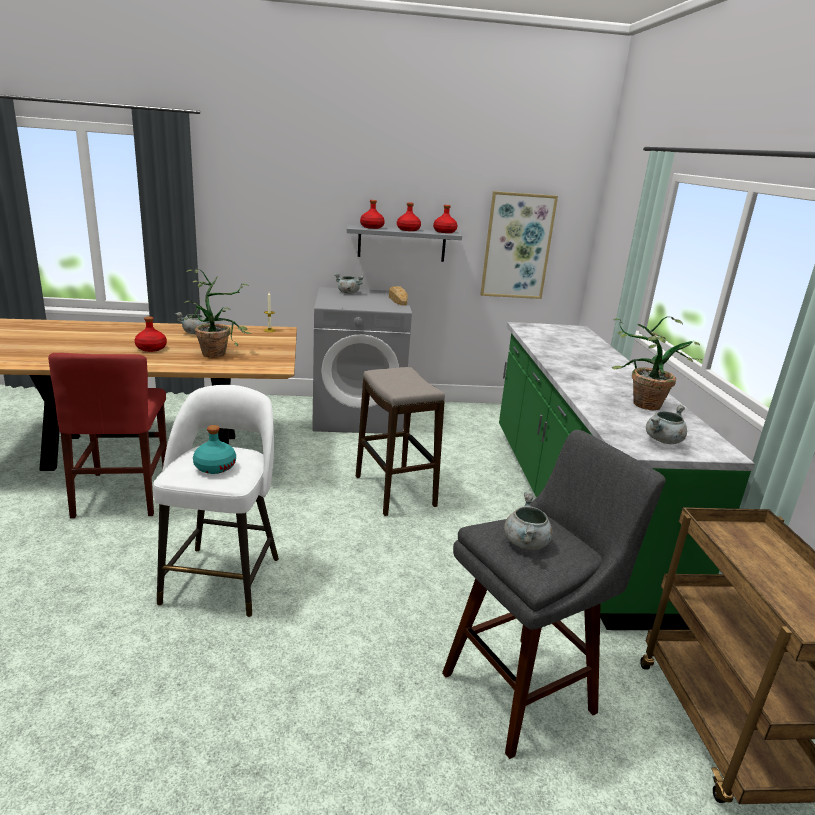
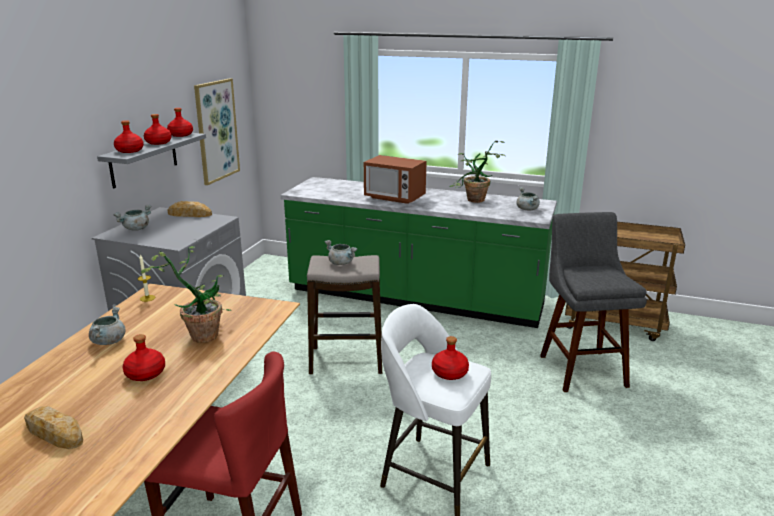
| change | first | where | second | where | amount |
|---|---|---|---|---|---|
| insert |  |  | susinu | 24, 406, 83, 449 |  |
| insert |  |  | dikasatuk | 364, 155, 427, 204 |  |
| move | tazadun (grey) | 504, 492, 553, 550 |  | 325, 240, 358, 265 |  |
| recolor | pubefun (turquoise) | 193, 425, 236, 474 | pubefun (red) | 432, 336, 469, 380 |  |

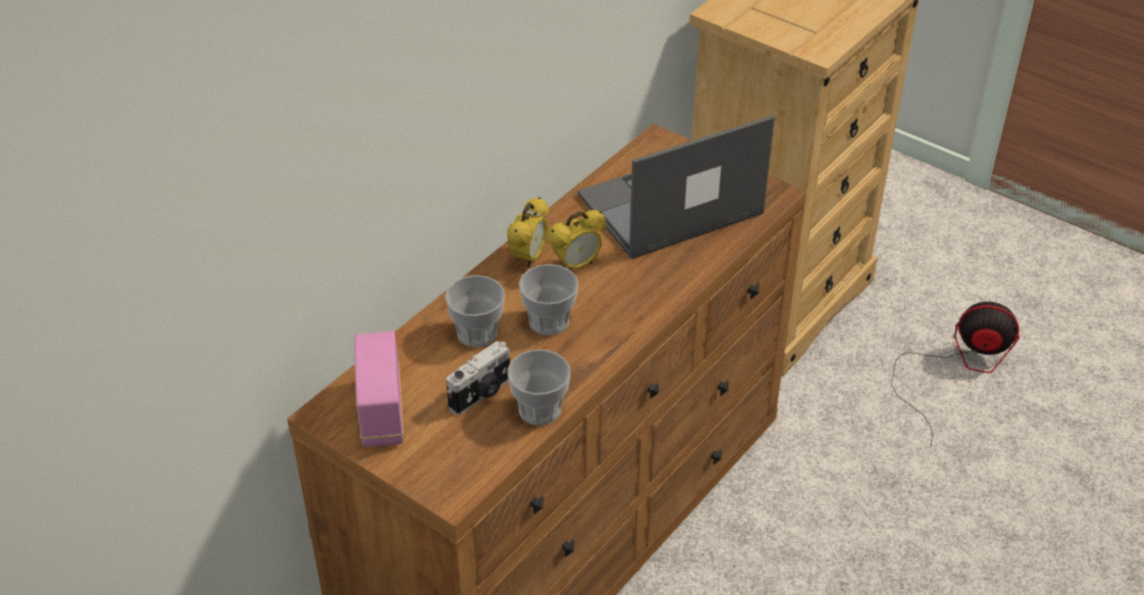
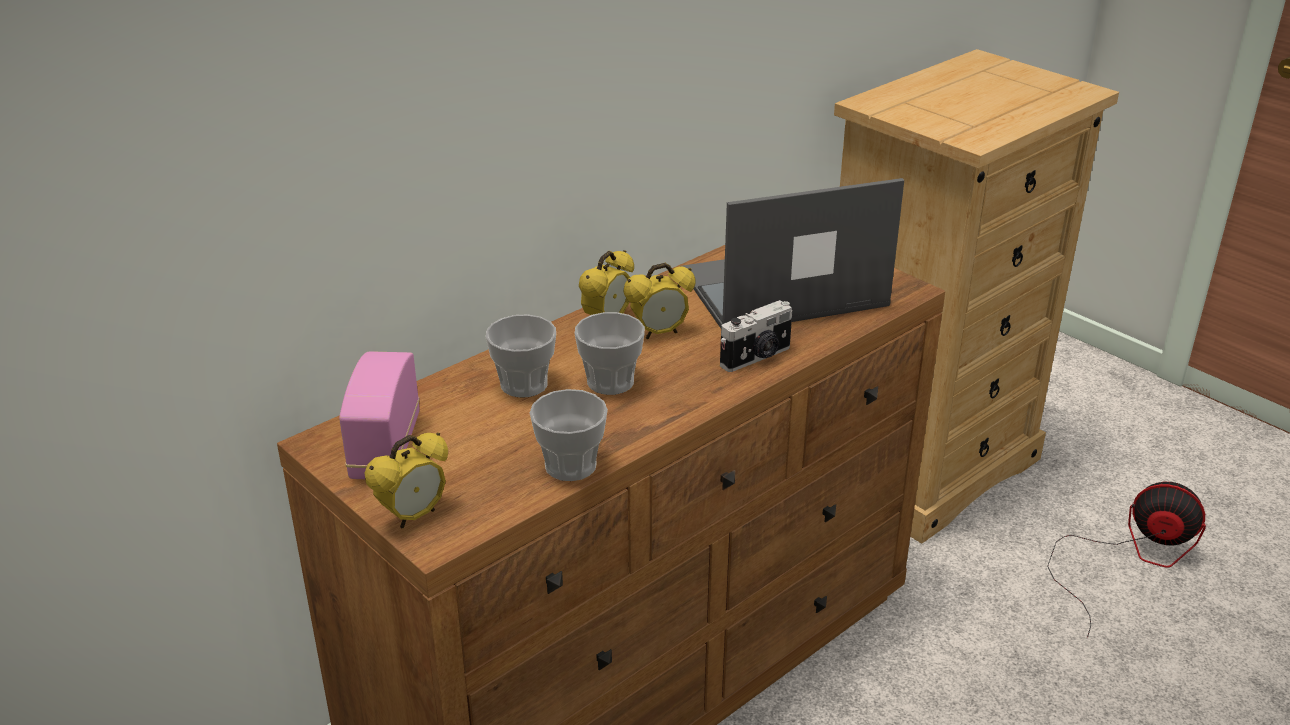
| change | first | where | second | where | amount |
|---|---|---|---|---|---|
| insert |  |  | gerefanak | 365, 432, 448, 529 |  |
| move | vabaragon | 446, 341, 510, 415 |  | 720, 300, 792, 372 |  |

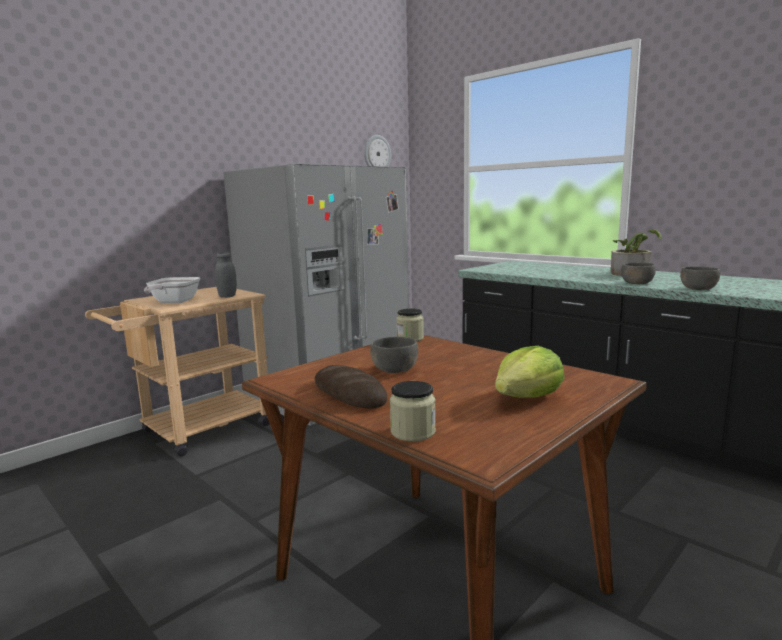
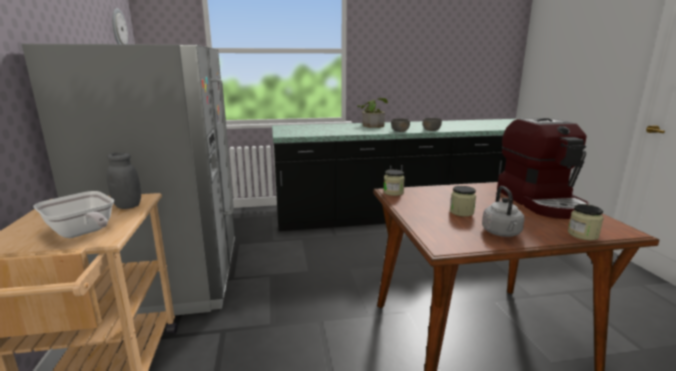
| change | first | where | second | where | amount |
|---|---|---|---|---|---|
| replace | susinu | 315, 365, 387, 409 | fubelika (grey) | 482, 186, 524, 237 |  |
| replace | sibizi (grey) | 370, 337, 418, 373 | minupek | 450, 186, 476, 217 |  |
| replace | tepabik | 495, 346, 564, 398 | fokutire | 497, 118, 588, 219 |  |

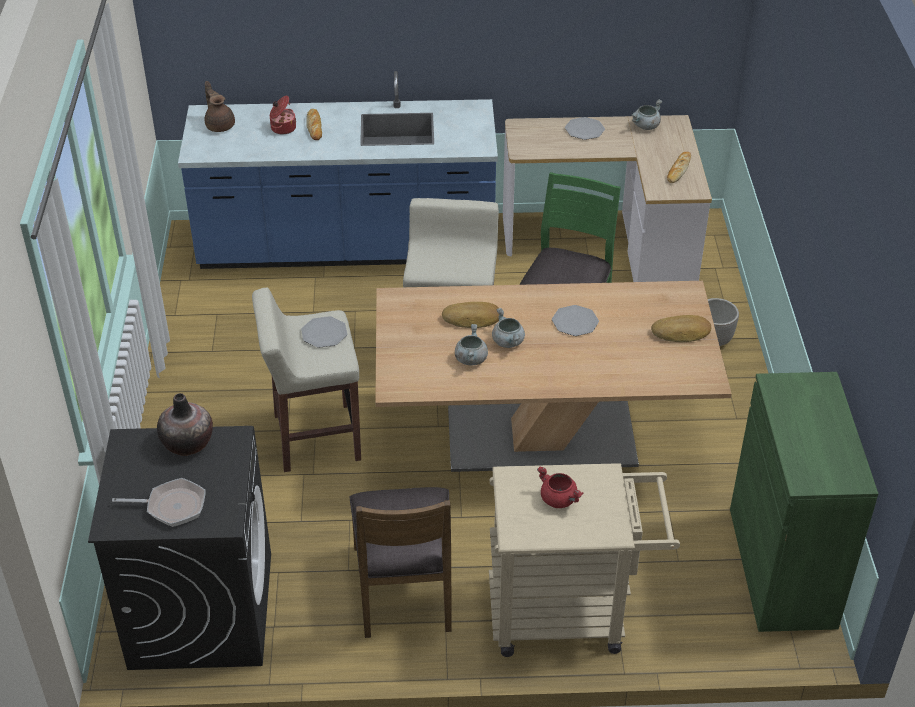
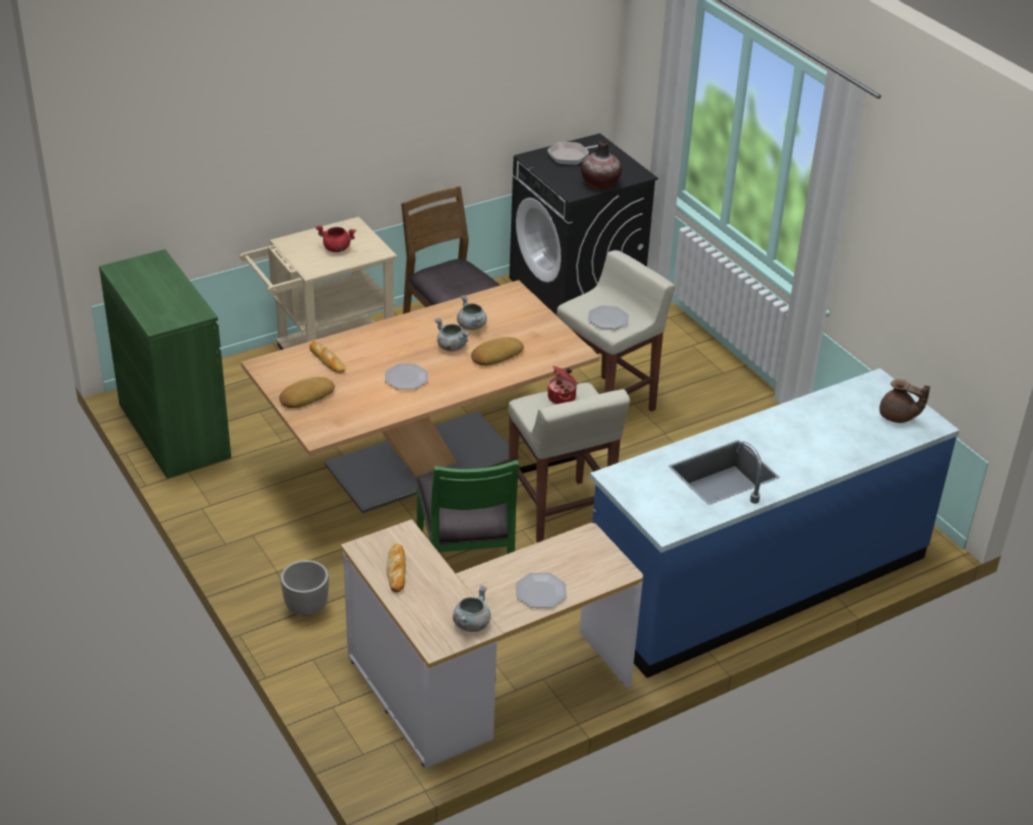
| change | first | where | second | where | amount |
|---|---|---|---|---|---|
| move | tazadun | 270, 96, 296, 134 |  | 547, 366, 578, 404 |  |
| move | susinu | 306, 109, 322, 140 |  | 309, 341, 345, 373 |  |

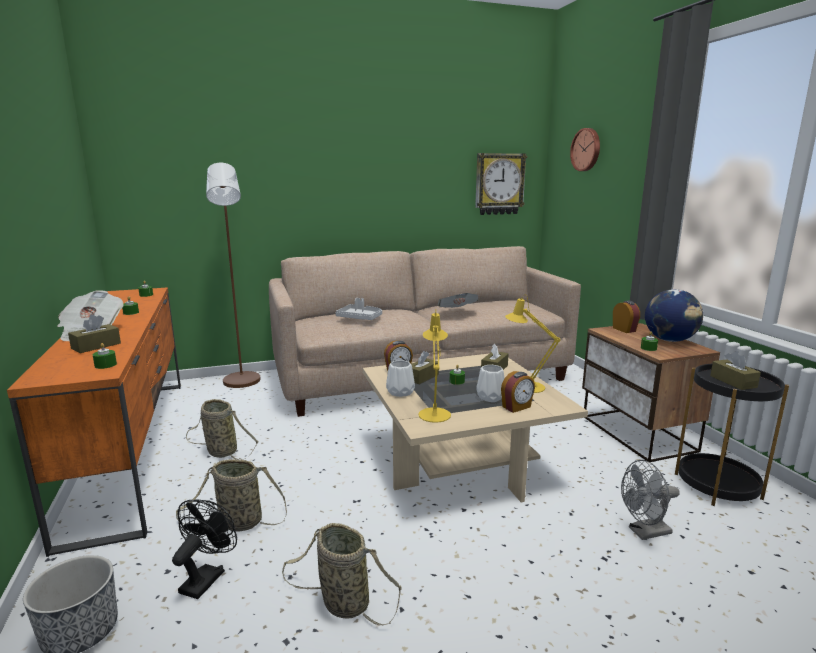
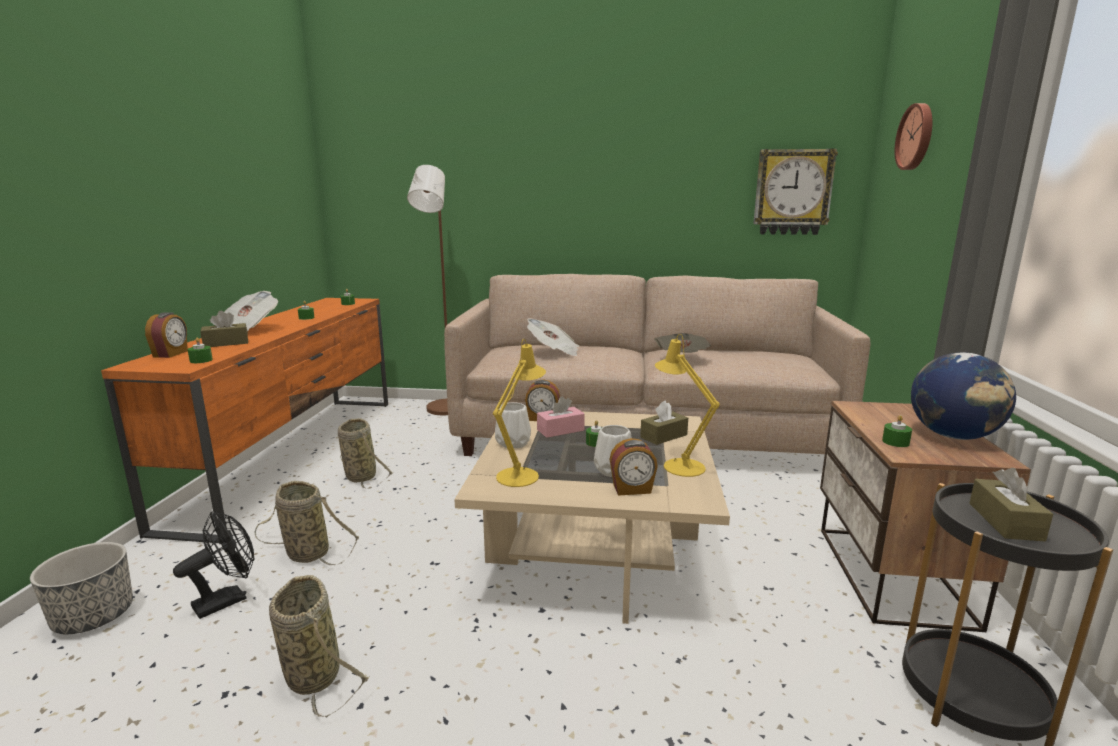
| change | first | where | second | where | amount |
|---|---|---|---|---|---|
| delete | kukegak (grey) | 621, 460, 680, 540 |  |  |  |
| move | gerefanak | 613, 301, 640, 333 |  | 145, 312, 188, 358 |  |
| replace | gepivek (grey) | 335, 298, 382, 320 | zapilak | 527, 318, 579, 356 |  |
| recolor | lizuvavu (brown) | 411, 351, 439, 384 | lizuvavu (pink) | 537, 396, 585, 438 |  |

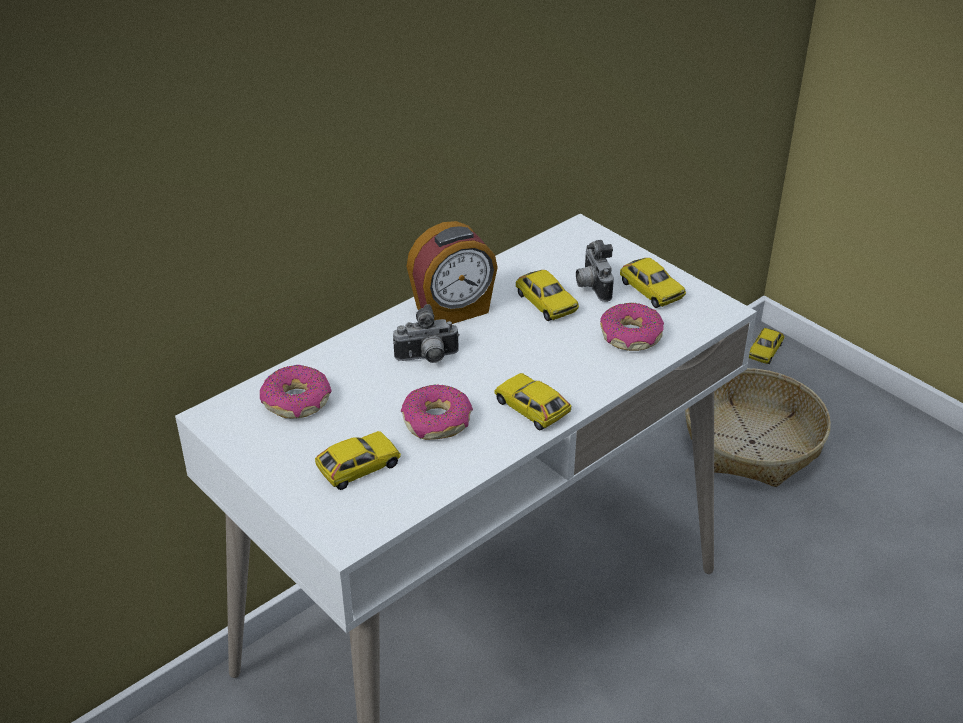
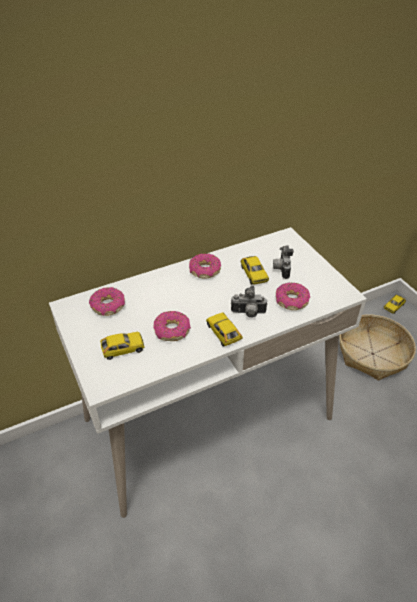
| change | first | where | second | where | amount |
|---|---|---|---|---|---|
| delete | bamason | 620, 258, 686, 308 |  |  |  |
| move | vabaragon | 393, 304, 459, 363 |  | 231, 286, 268, 318 |  |
| replace | gerefanak | 406, 221, 498, 324 | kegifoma | 189, 253, 221, 279 |  |

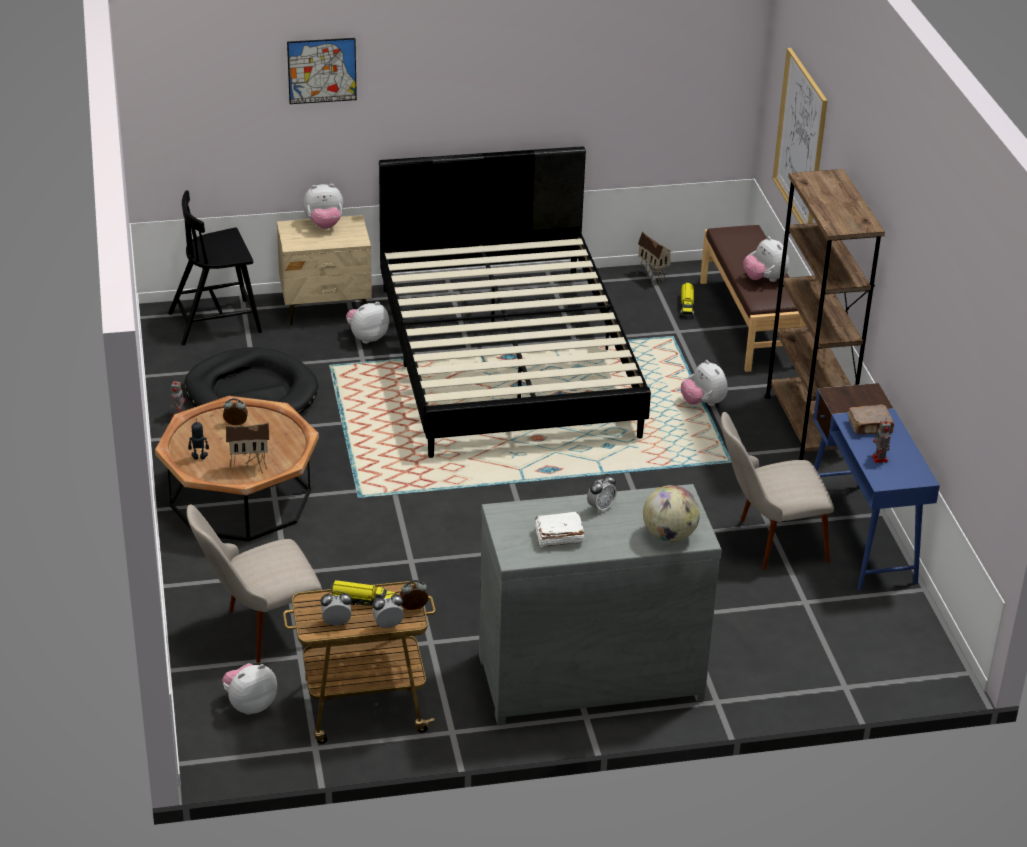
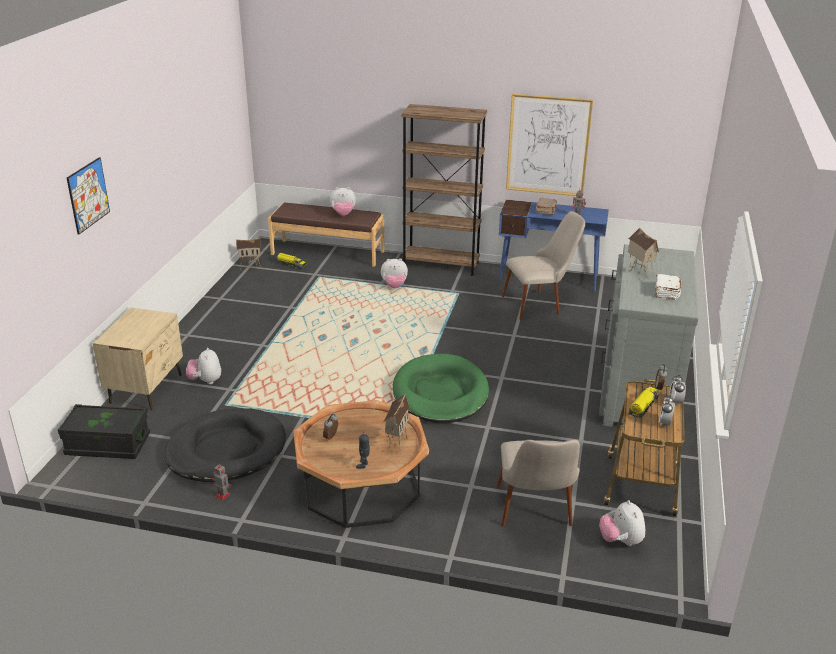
| change | first | where | second | where | amount |
|---|---|---|---|---|---|
| delete | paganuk | 303, 184, 343, 229 |  |  |  |
| delete | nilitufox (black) | 379, 146, 651, 458 |  |  |  |
| delete | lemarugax | 643, 485, 700, 542 |  |  |  |
| insert |  |  | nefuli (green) | 393, 354, 489, 423 |  |
| move | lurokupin | 772, 48, 828, 224 |  | 506, 94, 593, 197 |  |
| replace | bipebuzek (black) | 168, 190, 262, 345 | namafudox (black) | 58, 404, 150, 459 |  |
| replace | gerefanak | 587, 474, 617, 514 | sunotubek | 628, 228, 659, 280 |  |
| rotate | bipebuzek (beige) | 721, 412, 834, 570 |  | 502, 211, 585, 320 | 120 degrees counterclockwise |

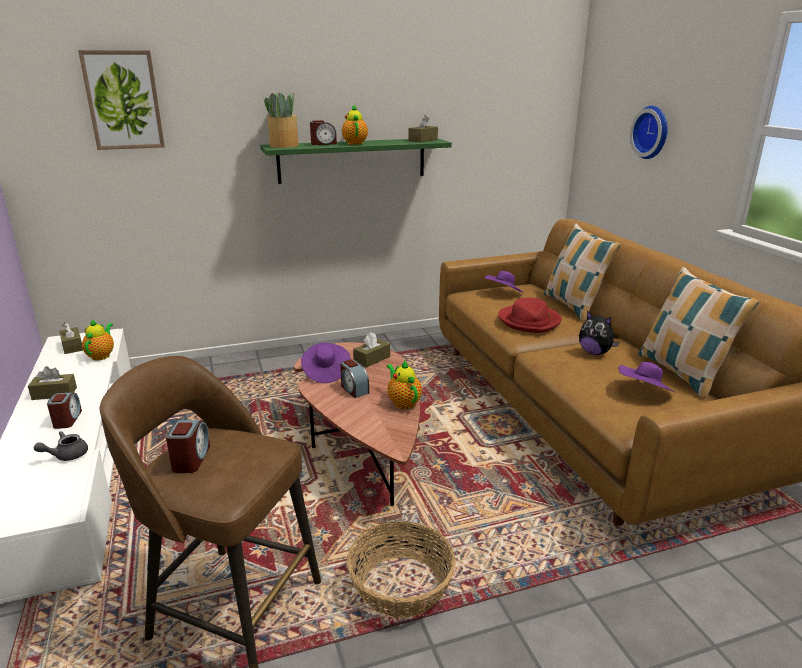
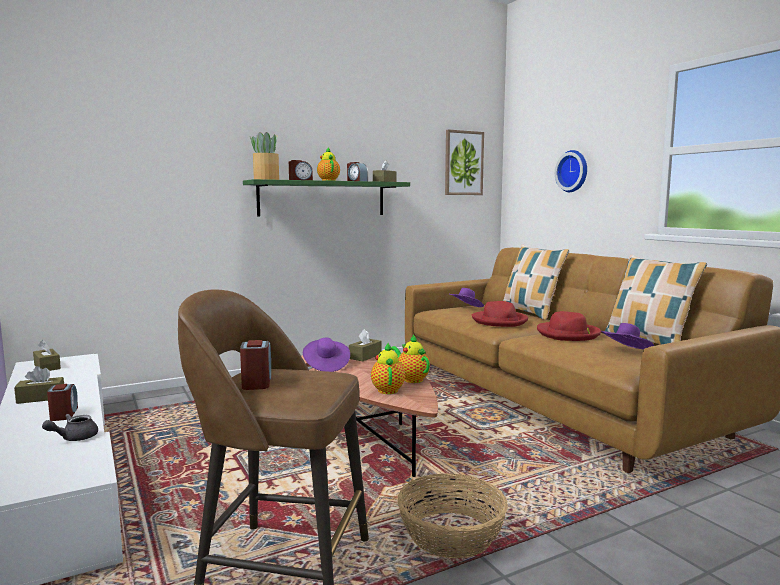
| change | first | where | second | where | amount |
|---|---|---|---|---|---|
| move | lurokupin | 78, 50, 165, 150 |  | 445, 130, 484, 195 |  |
| move | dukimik | 82, 320, 114, 361 |  | 371, 343, 405, 394 |  |
| move | gerefanak | 340, 359, 369, 398 |  | 347, 162, 368, 181 |  |
| replace | paganuk | 579, 310, 620, 355 | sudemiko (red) | 537, 311, 601, 341 |  |

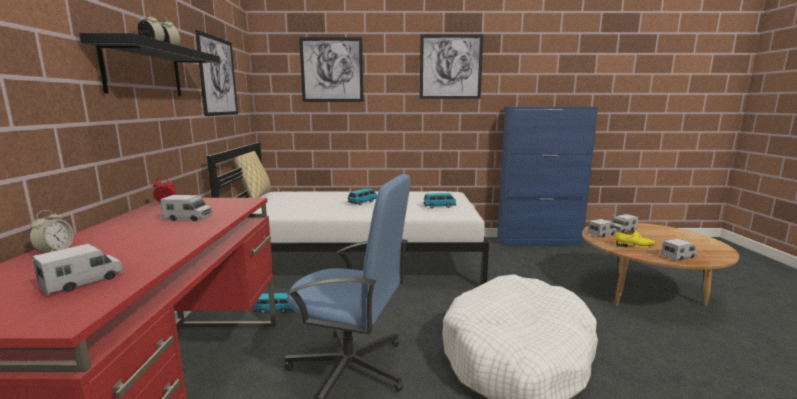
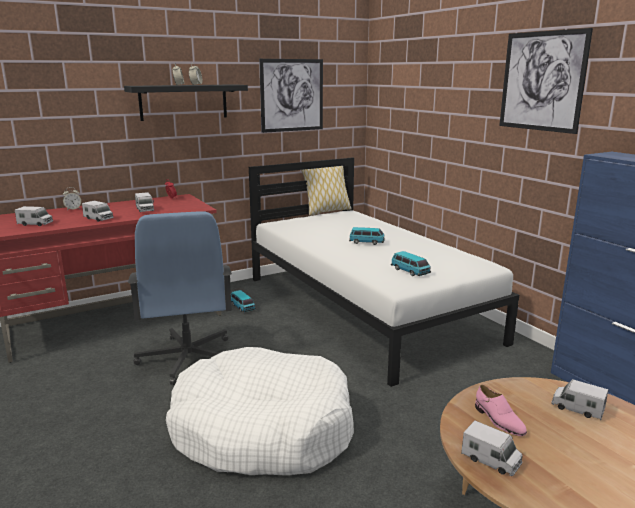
| change | first | where | second | where | amount |
|---|---|---|---|---|---|
| delete | lurokupin | 299, 37, 364, 102 |  |  |  |
| move | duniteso | 588, 219, 616, 237 |  | 82, 201, 113, 222 |  |
| recolor | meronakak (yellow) | 616, 230, 655, 247 | meronakak (pink) | 475, 385, 527, 436 |  |

